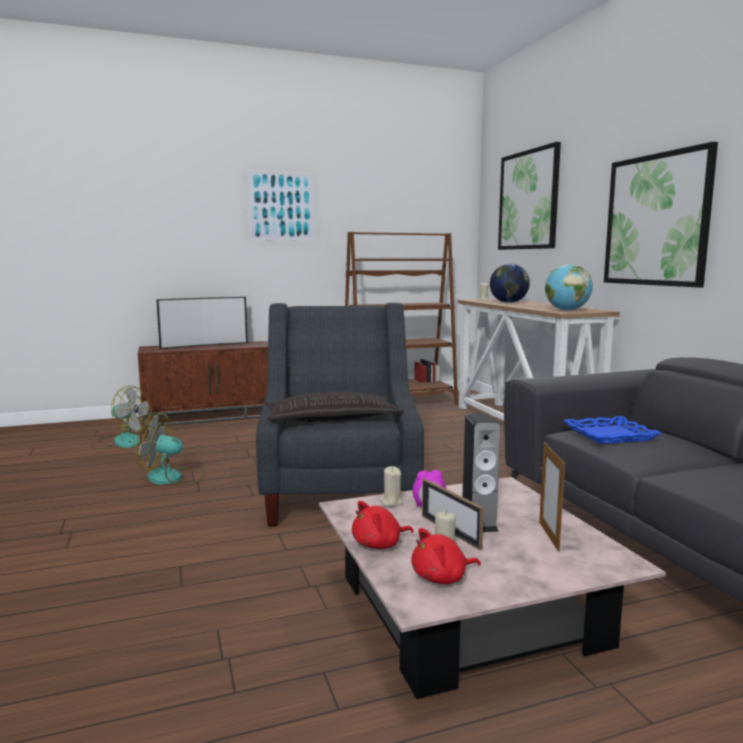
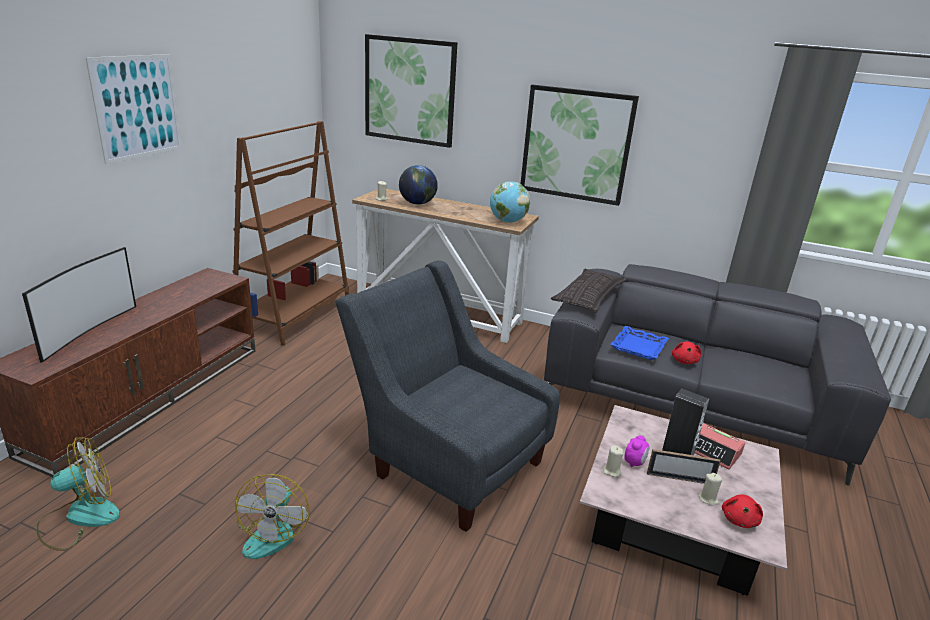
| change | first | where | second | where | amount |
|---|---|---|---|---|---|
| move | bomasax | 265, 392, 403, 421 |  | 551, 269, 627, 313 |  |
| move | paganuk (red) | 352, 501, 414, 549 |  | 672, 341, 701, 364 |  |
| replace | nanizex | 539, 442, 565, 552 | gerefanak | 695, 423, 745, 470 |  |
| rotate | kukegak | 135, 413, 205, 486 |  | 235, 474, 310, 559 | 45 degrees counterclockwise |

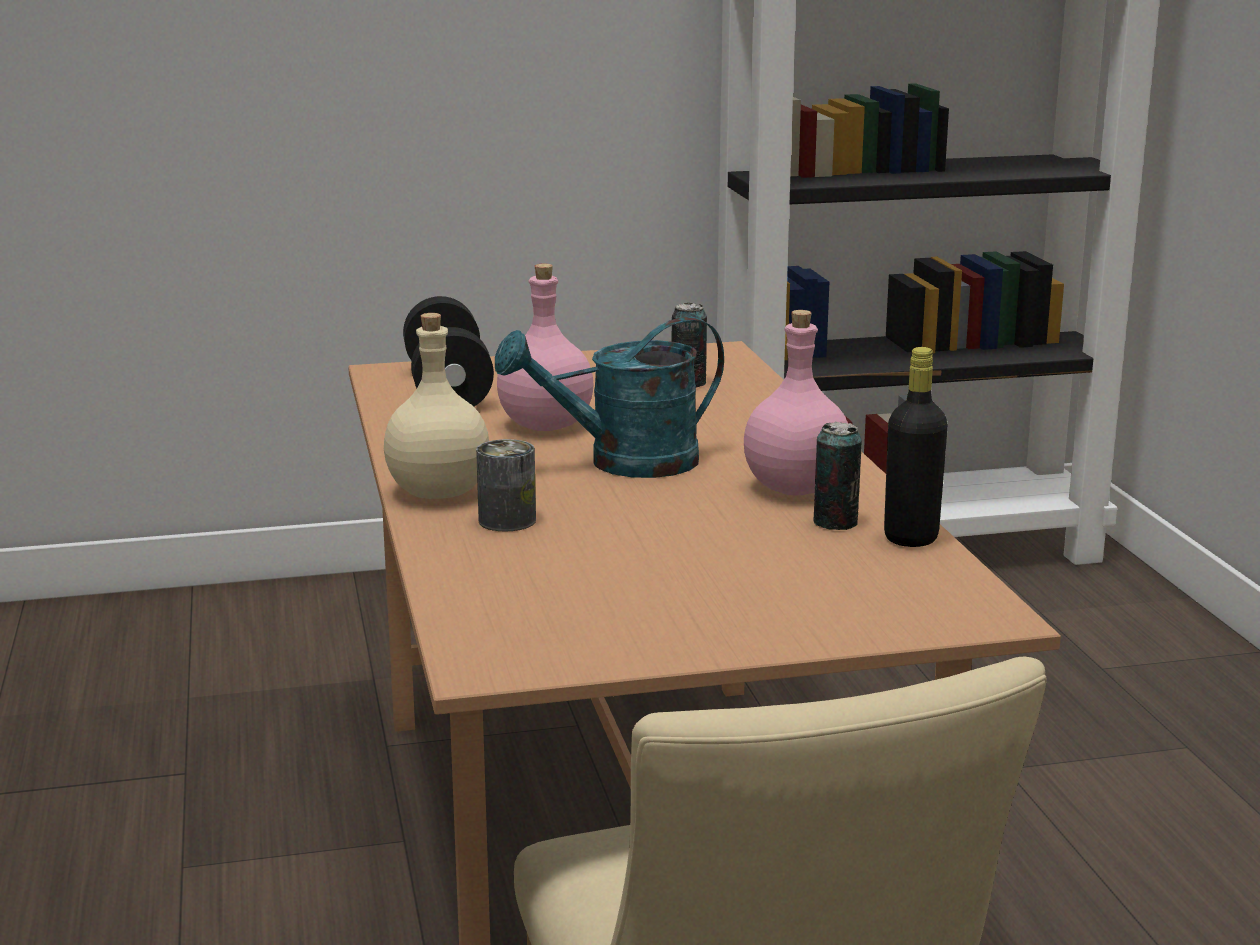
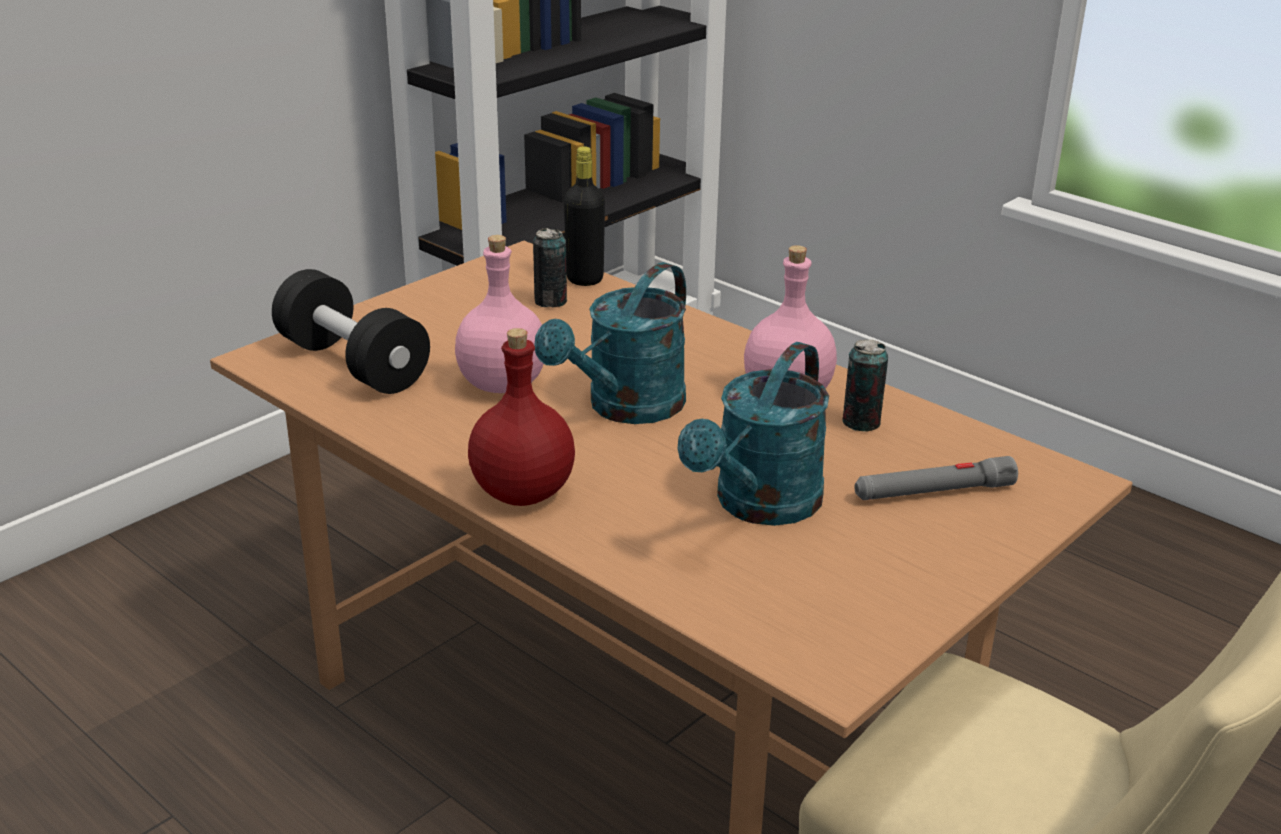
| change | first | where | second | where | amount |
|---|---|---|---|---|---|
| delete | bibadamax | 476, 439, 536, 532 |  |  |  |
| insert |  |  | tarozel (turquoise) | 678, 342, 829, 526 |  |
| insert |  |  | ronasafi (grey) | 855, 456, 1018, 500 |  |
| move | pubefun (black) | 884, 347, 948, 547 |  | 564, 146, 605, 286 |  |
| recolor | pubefun (beige) | 384, 313, 489, 499 | pubefun (red) | 468, 328, 575, 506 |  |

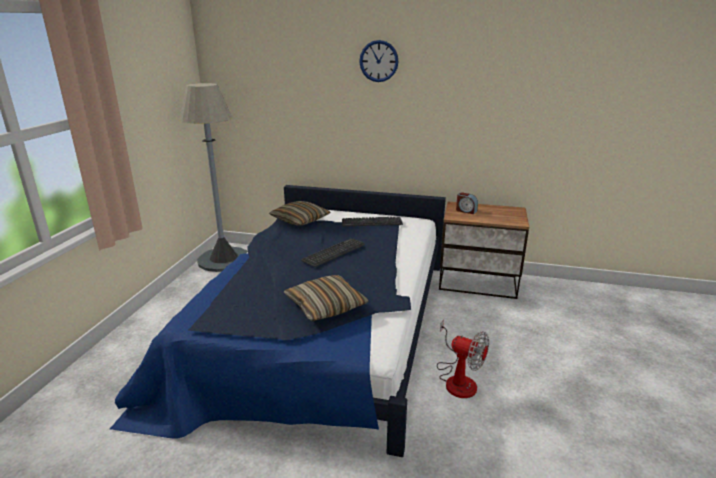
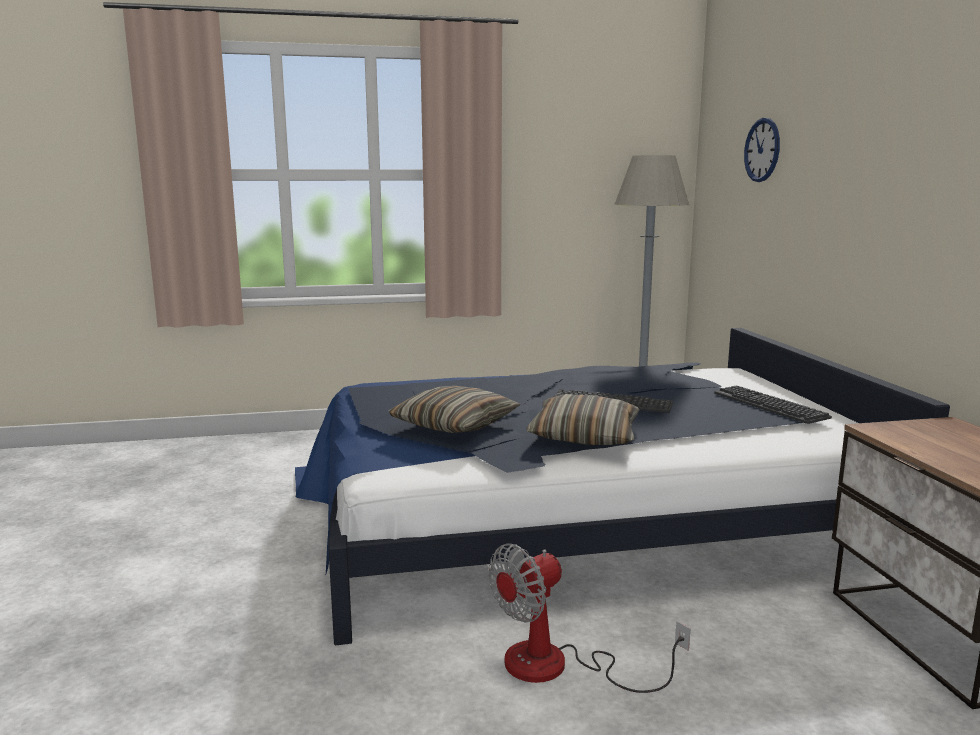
| change | first | where | second | where | amount |
|---|---|---|---|---|---|
| delete | gerefanak | 456, 192, 478, 214 |  |  |  |
| move | bomasax | 269, 201, 331, 225 |  | 526, 394, 640, 445 |  |
| move | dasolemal | 359, 40, 399, 82 |  | 744, 118, 780, 182 |  |
| rotate | kukegak | 437, 320, 489, 398 |  | 488, 544, 690, 693 | 45 degrees clockwise |

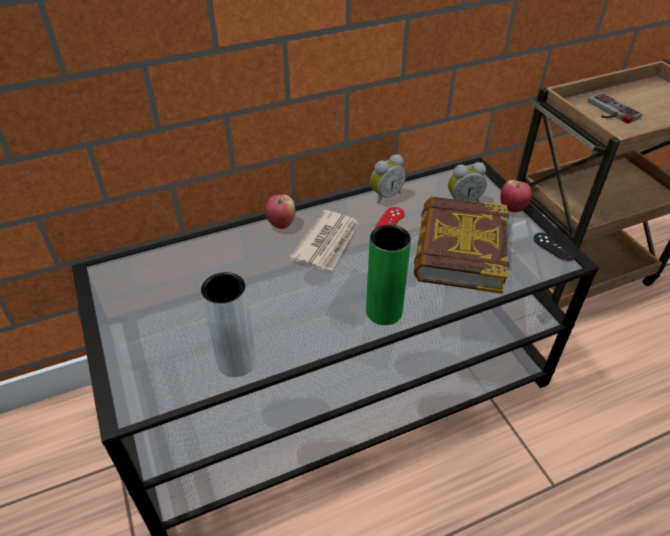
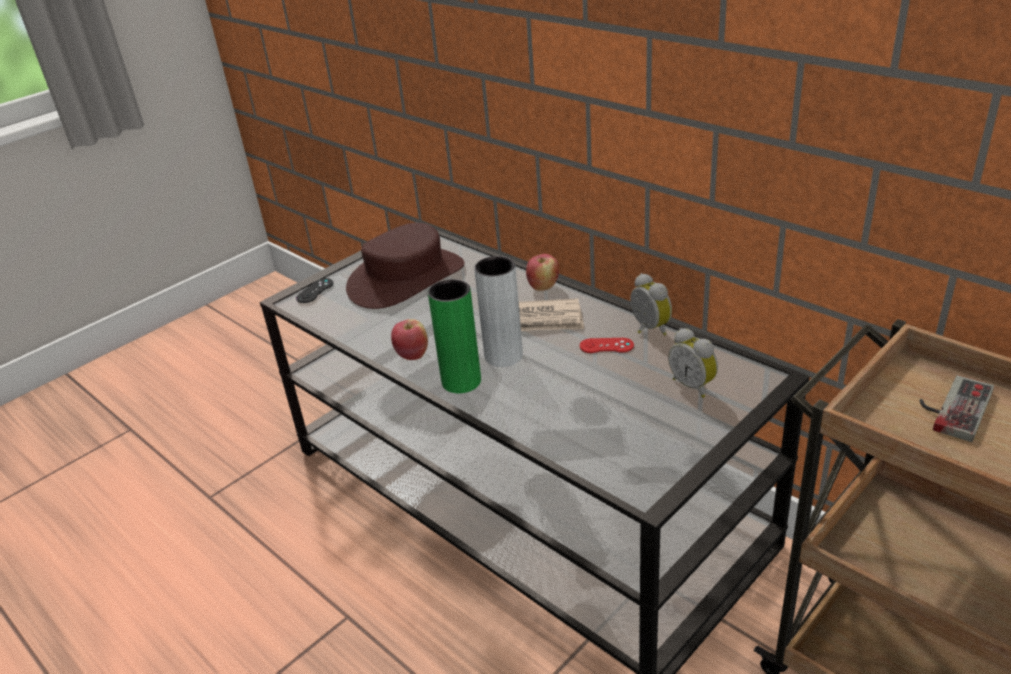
| change | first | where | second | where | amount |
|---|---|---|---|---|---|
| delete | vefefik | 414, 197, 509, 294 |  |  |  |
| insert |  |  | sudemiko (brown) | 346, 223, 464, 309 |  |
| move | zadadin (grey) | 201, 272, 257, 377 |  | 474, 256, 523, 367 |  |
| move | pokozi | 500, 180, 532, 212 |  | 391, 319, 428, 360 |  |
| move | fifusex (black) | 533, 233, 576, 261 |  | 296, 278, 333, 303 |  |
| rotate | gerefanak | 370, 154, 406, 204 |  | 630, 273, 672, 335 | 150 degrees counterclockwise |

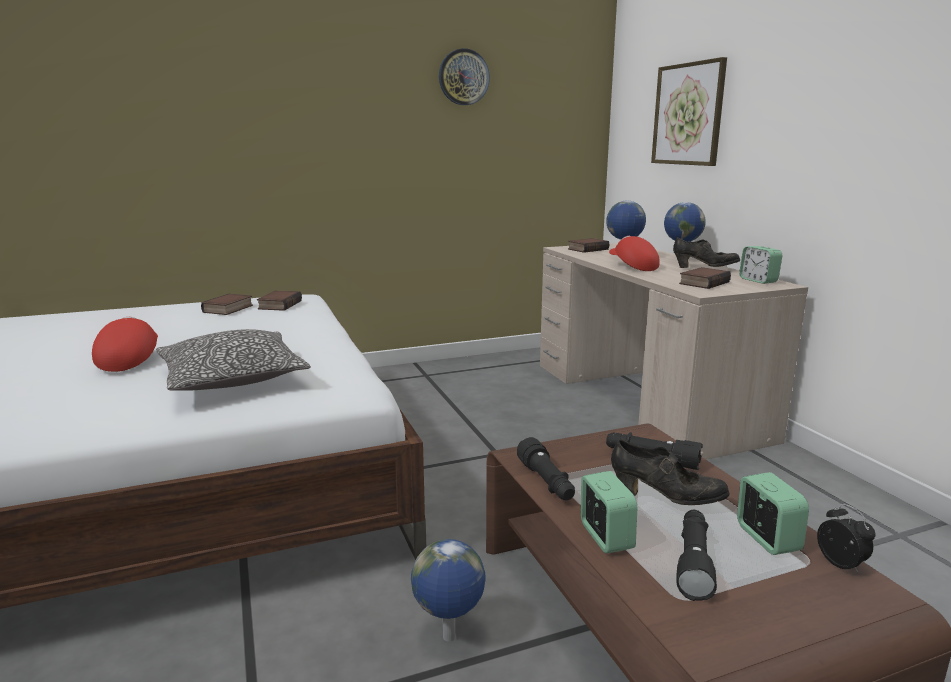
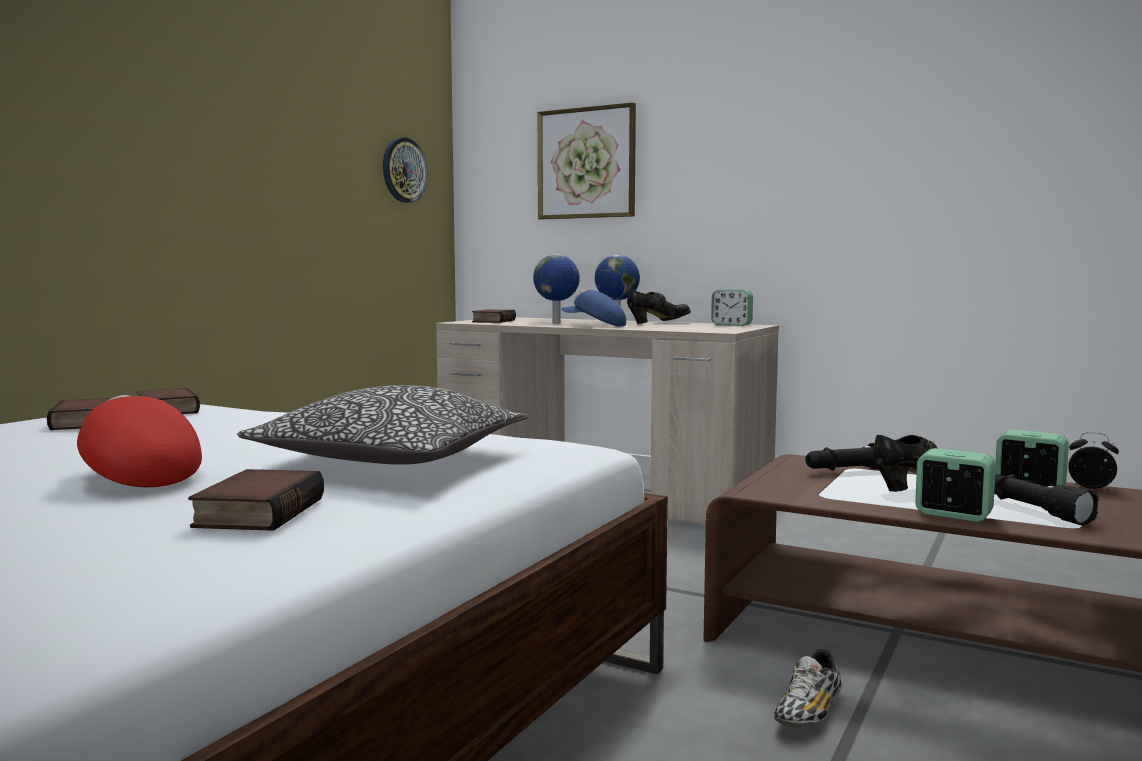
| change | first | where | second | where | amount |
|---|---|---|---|---|---|
| delete | ronasafi (black) | 517, 437, 575, 500 |  |  |  |
| move | dasolemal | 439, 48, 490, 105 |  | 383, 137, 428, 203 |  |
| move | vefefik | 679, 267, 731, 289 |  | 188, 469, 324, 531 |  |
| replace | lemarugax | 411, 539, 486, 642 | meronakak | 774, 649, 841, 726 |  |
| recolor | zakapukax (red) | 609, 236, 660, 271 | zakapukax (blue) | 561, 290, 626, 327 |  |

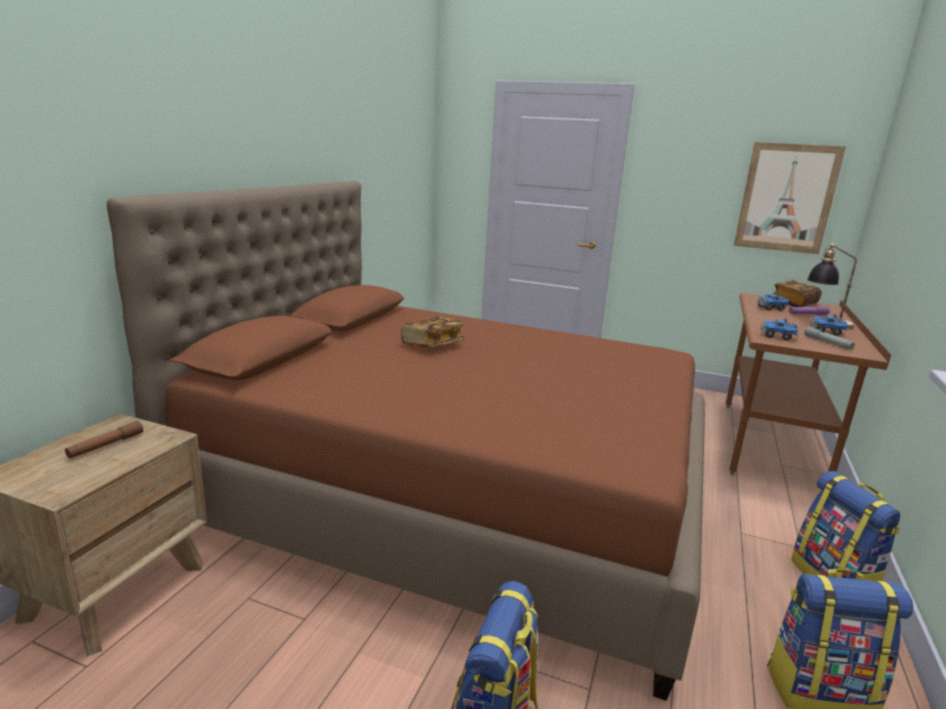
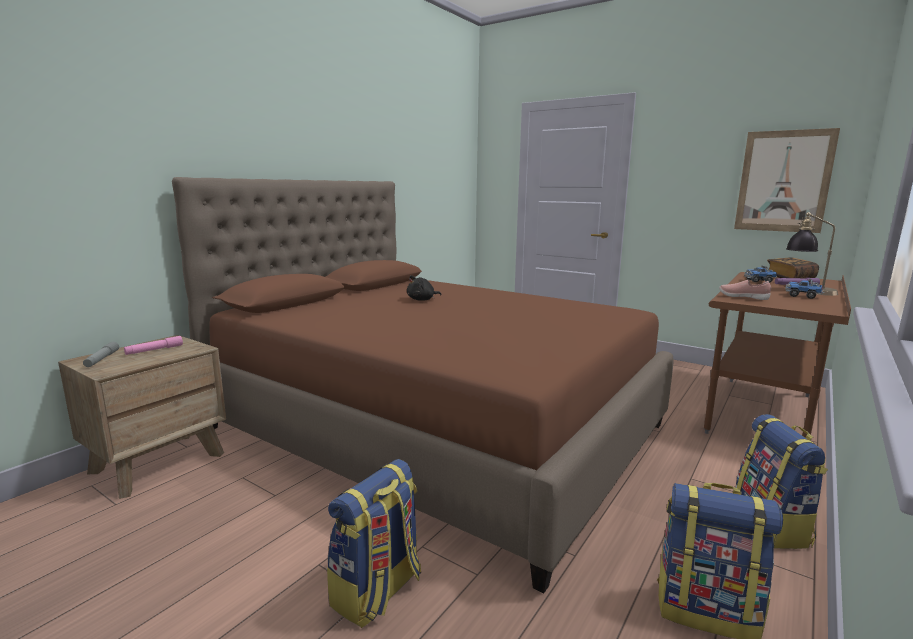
| change | first | where | second | where | amount |
|---|---|---|---|---|---|
| move | ronasafi (grey) | 804, 327, 855, 350 |  | 83, 342, 119, 367 |  |
| replace | vefefik | 401, 317, 464, 347 | paganuk (black) | 407, 275, 441, 301 |  |
| replace | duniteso | 761, 318, 799, 340 | meronakak (pink) | 719, 279, 771, 300 |  |
| recolor | ronasafi (brown) | 65, 421, 143, 458 | ronasafi (pink) | 124, 336, 183, 355 |  |

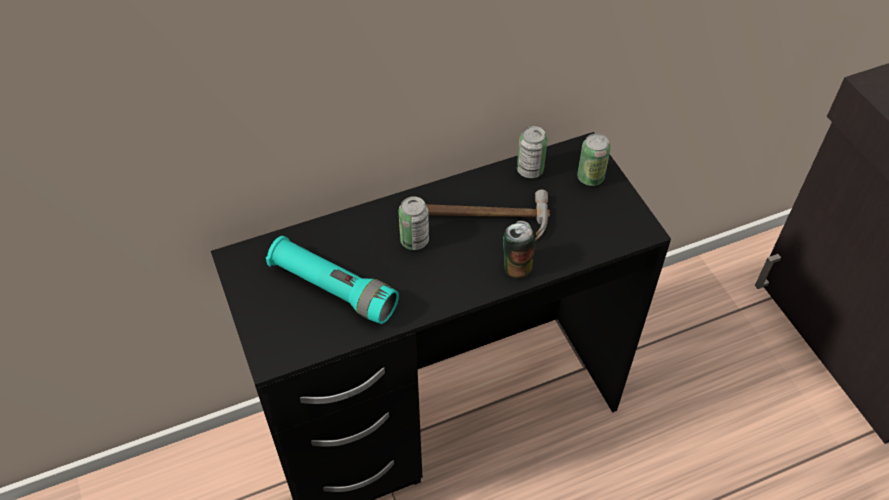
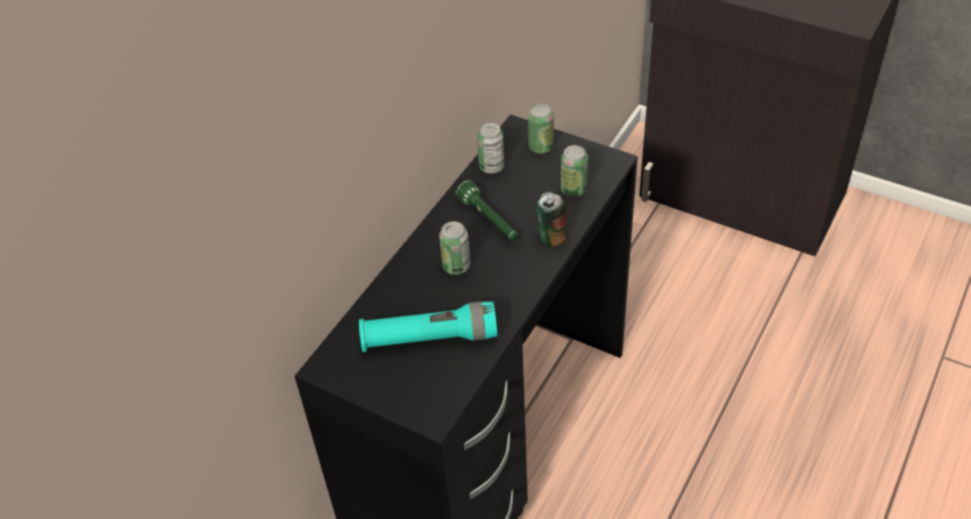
| change | first | where | second | where | amount |
|---|---|---|---|---|---|
| insert |  |  | bibadamax | 561, 145, 588, 197 |  |
| replace | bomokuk | 426, 190, 550, 241 | ronasafi (green) | 456, 180, 518, 241 |  |

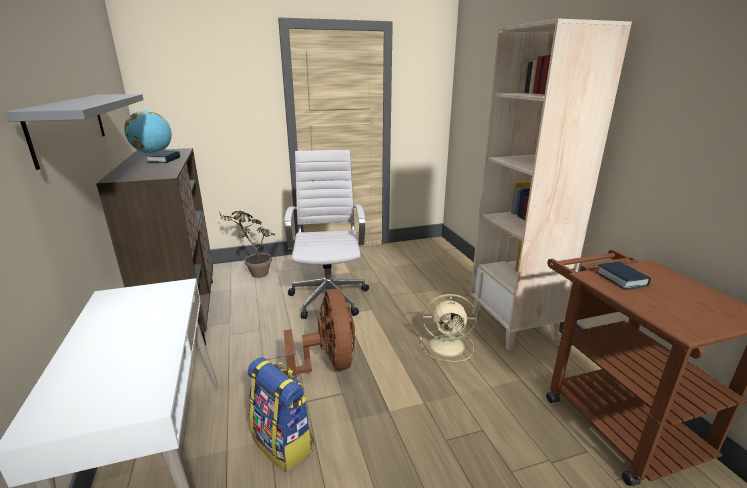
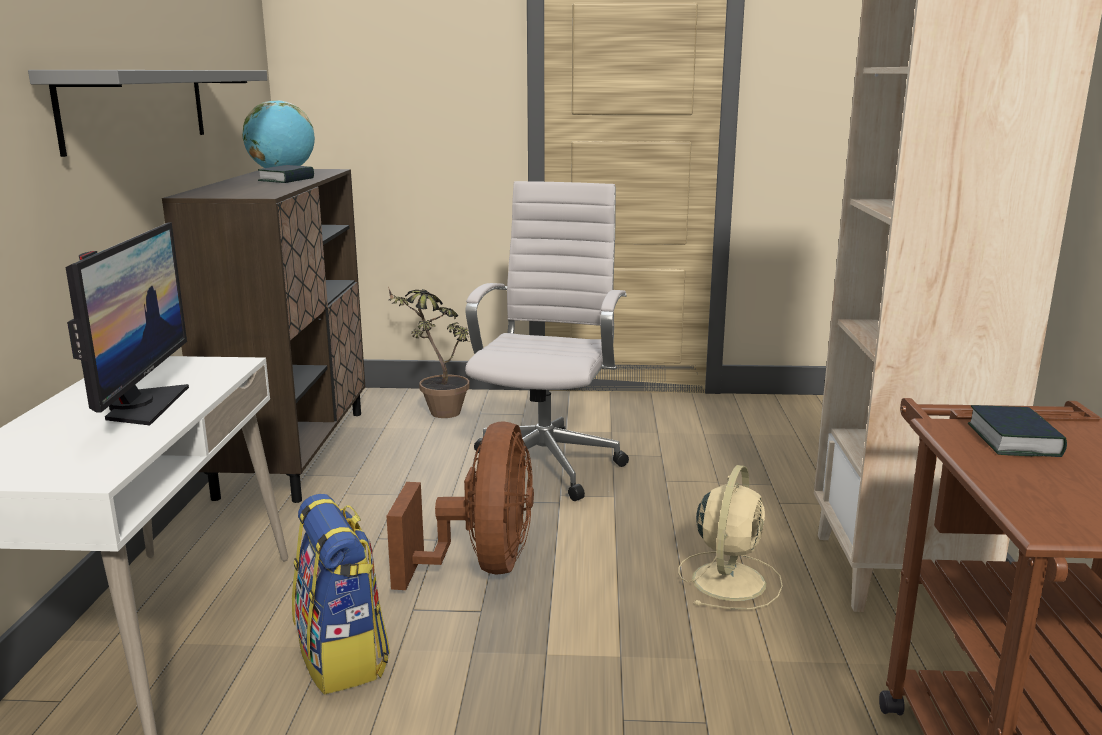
| change | first | where | second | where | amount |
|---|---|---|---|---|---|
| insert |  |  | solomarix | 65, 223, 189, 425 |  |
| rotate | kukegak (beige) | 420, 294, 477, 362 |  | 678, 465, 783, 610 | 90 degrees counterclockwise |

